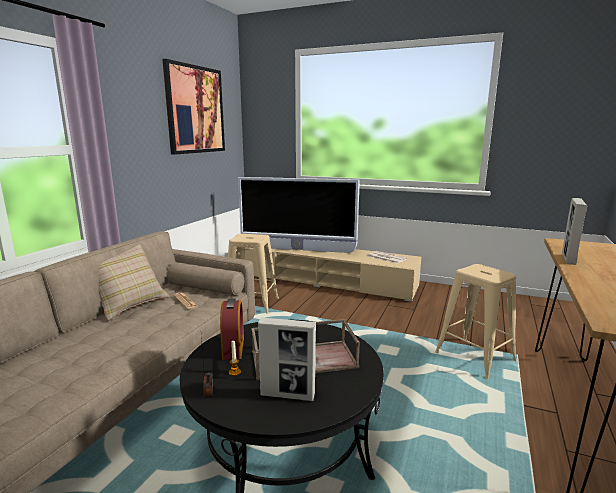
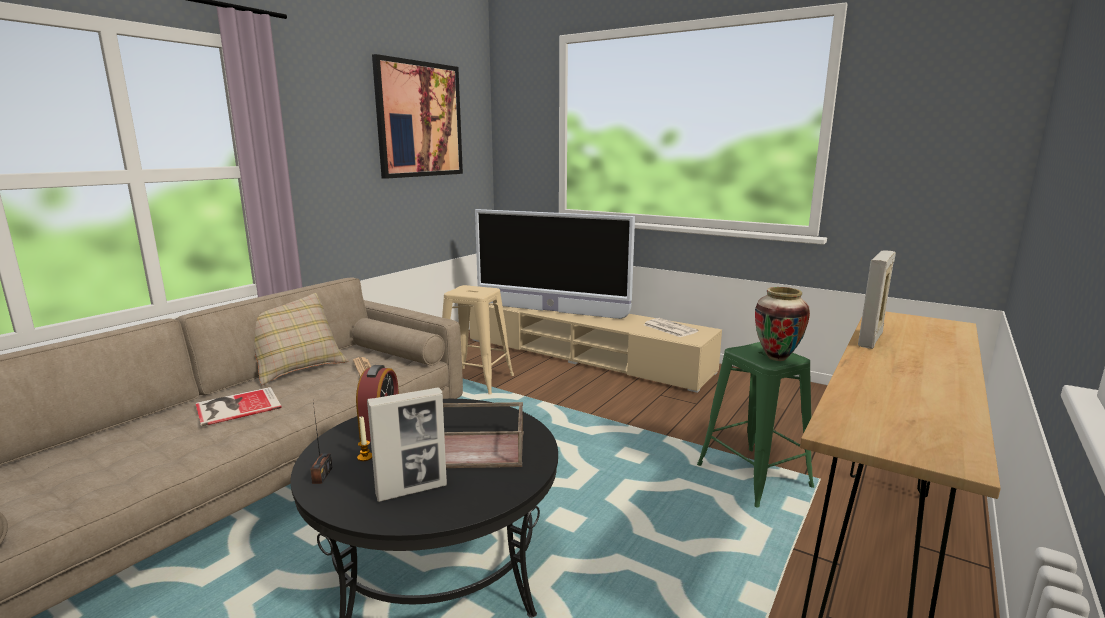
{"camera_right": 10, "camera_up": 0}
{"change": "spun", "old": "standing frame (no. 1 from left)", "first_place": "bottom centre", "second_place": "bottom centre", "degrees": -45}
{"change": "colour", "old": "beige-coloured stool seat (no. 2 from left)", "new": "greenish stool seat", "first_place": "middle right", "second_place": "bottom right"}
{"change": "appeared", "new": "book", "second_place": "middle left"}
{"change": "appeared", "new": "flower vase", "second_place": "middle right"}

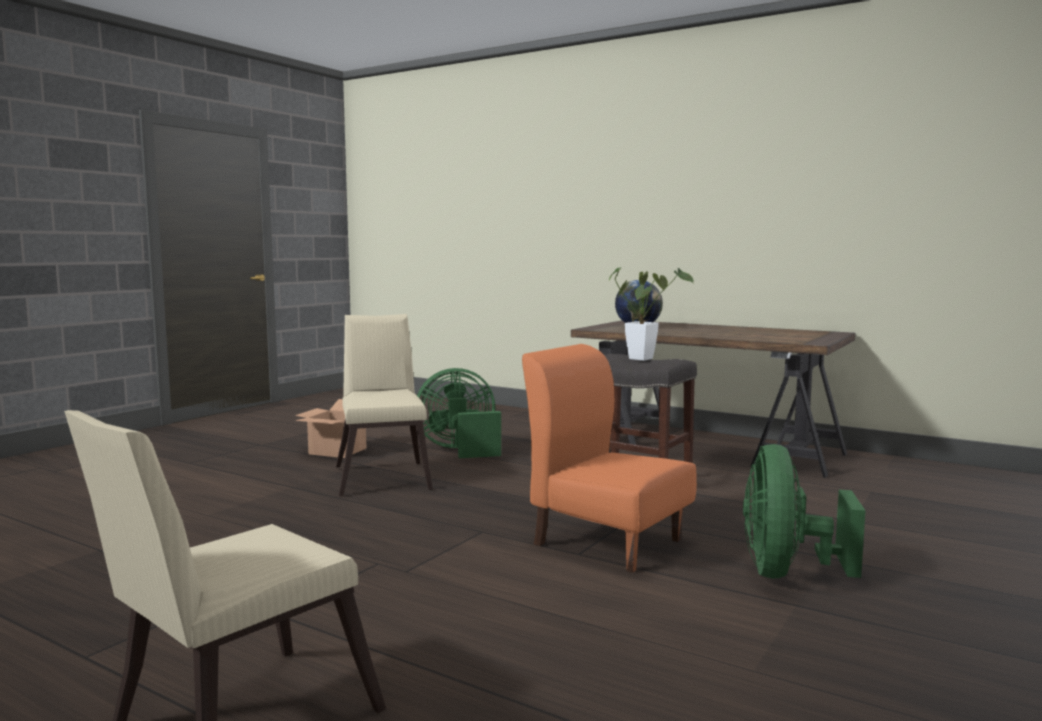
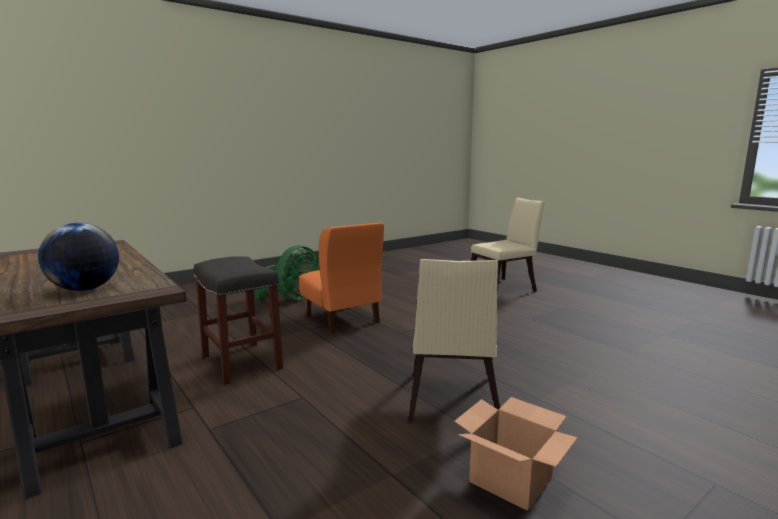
{"camera_right": -160, "camera_up": 5}
{"change": "missing", "old": "greenish fan (no. 1 from left)", "first_place": "centre"}
{"change": "missing", "old": "plant in a pot", "first_place": "centre"}

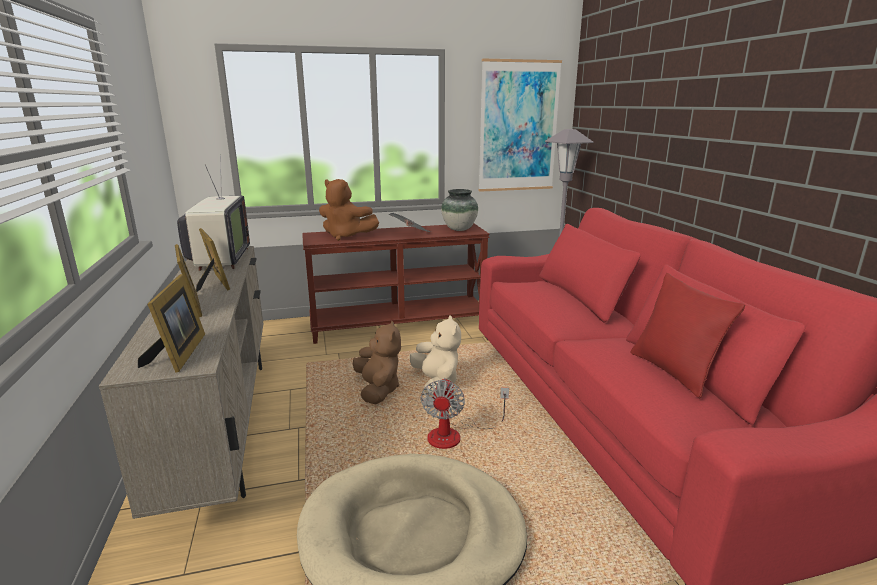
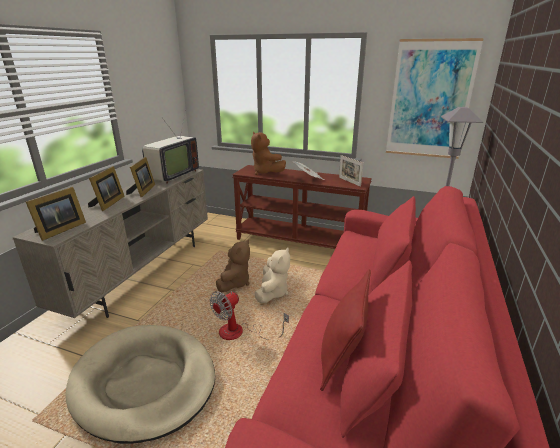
{"camera_right": 35, "camera_up": 5}
{"change": "exchanged", "old": "flower vase", "new": "standing frame (no. 4 from left)", "first_place": "centre", "second_place": "centre"}

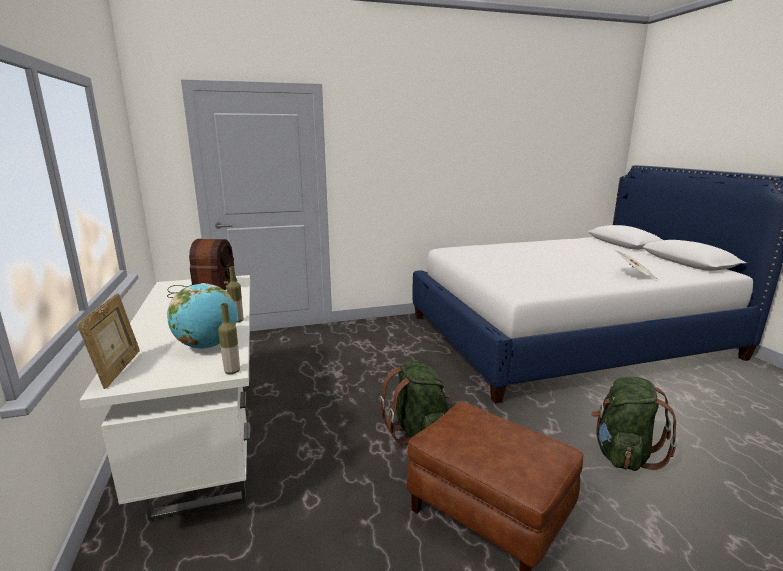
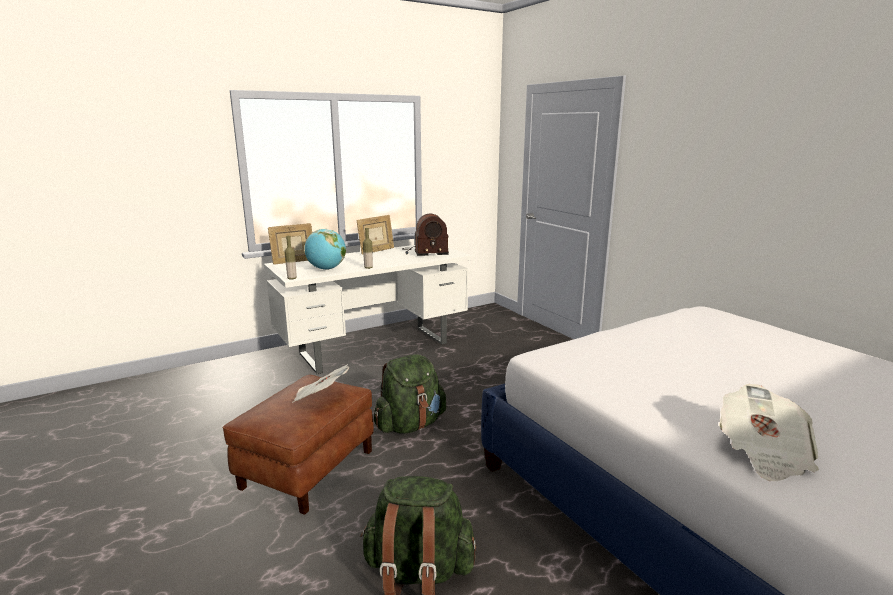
{"camera_right": 75, "camera_up": 0}
{"change": "appeared", "new": "printed paper (no. 1 from left)", "second_place": "centre"}
{"change": "appeared", "new": "standing frame (no. 2 from left)", "second_place": "centre"}

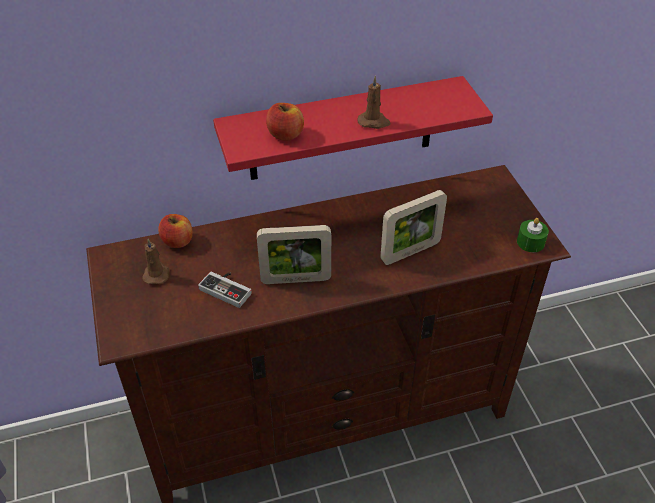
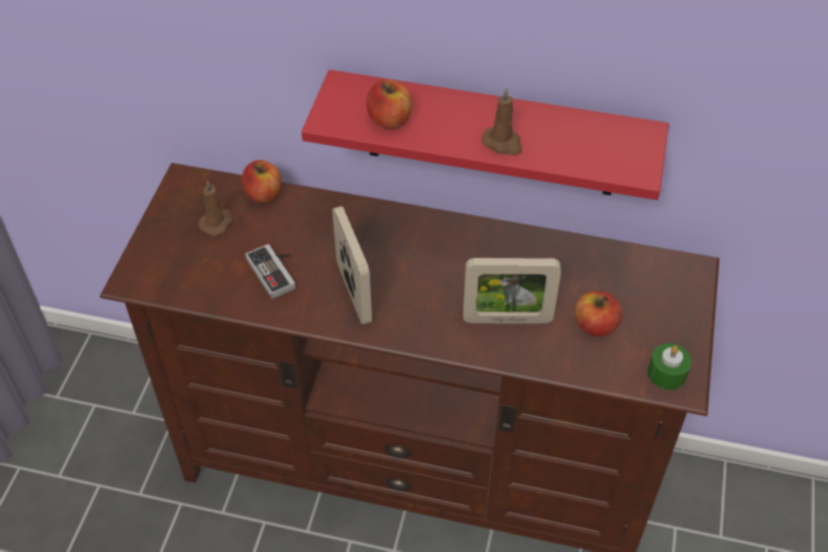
{"camera_right": 30, "camera_up": 5}
{"change": "spun", "old": "standing frame (no. 1 from left)", "first_place": "centre", "second_place": "centre", "degrees": -135}
{"change": "appeared", "new": "whole apple (no. 3 from left)", "second_place": "middle right"}

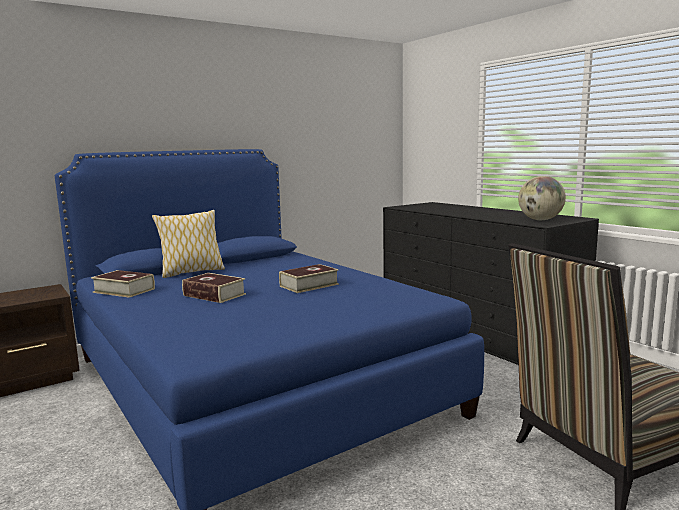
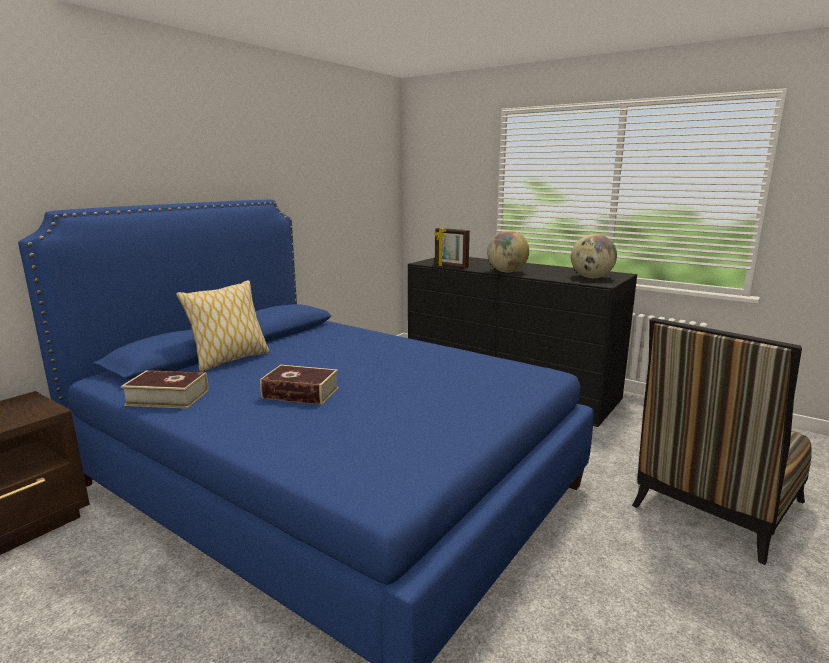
{"camera_right": -20, "camera_up": 5}
{"change": "missing", "old": "book (no. 3 from left)", "first_place": "centre"}
{"change": "appeared", "new": "standing frame", "second_place": "centre"}
{"change": "appeared", "new": "world globe (no. 1 from left)", "second_place": "centre"}

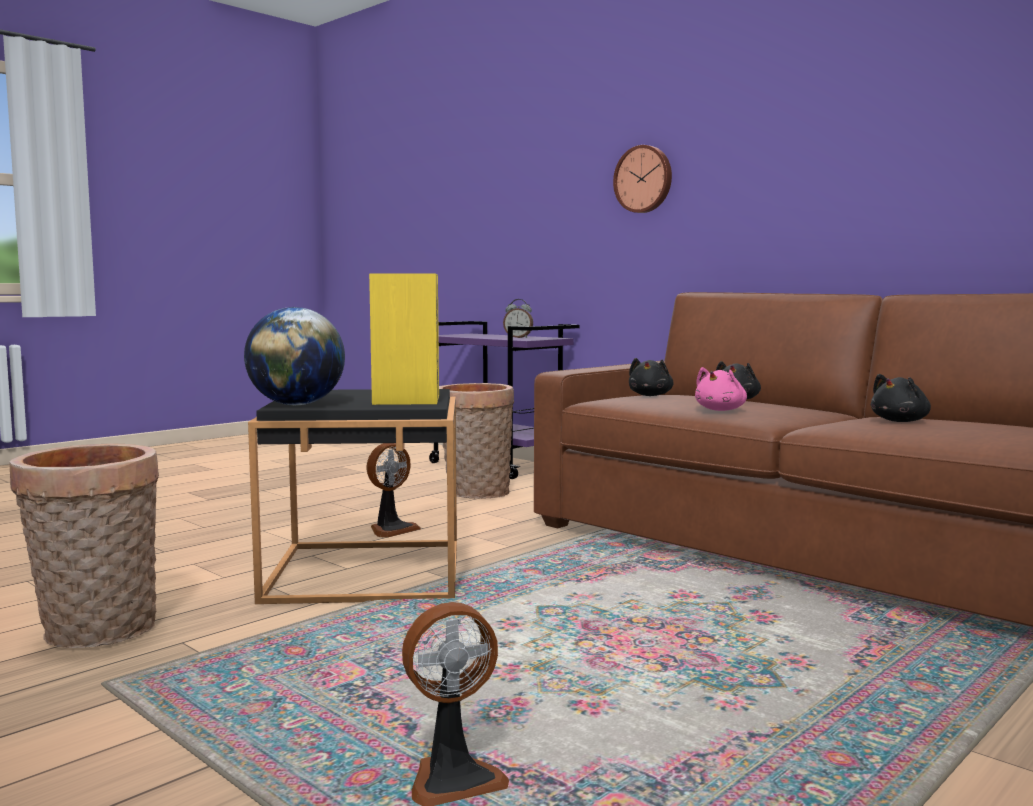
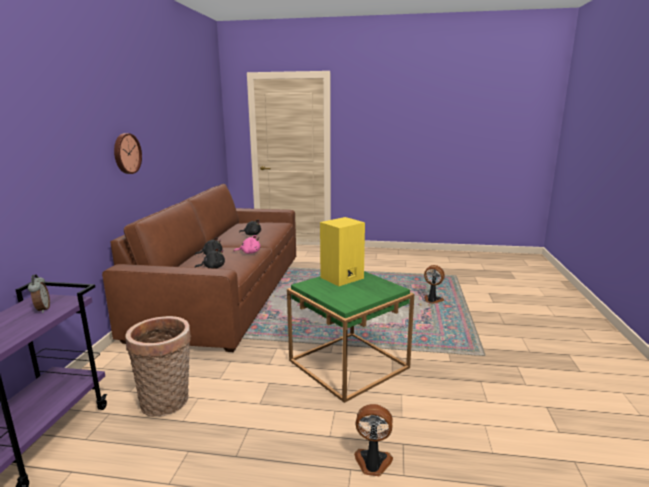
{"camera_right": -125, "camera_up": 10}
{"change": "missing", "old": "storage basket (no. 1 from left)", "first_place": "bottom left"}
{"change": "missing", "old": "world globe", "first_place": "middle left"}
{"change": "colour", "old": "black side table", "new": "greenish side table", "first_place": "centre", "second_place": "bottom centre"}
{"change": "relocated", "old": "fan (no. 1 from left)", "first_place": "centre", "second_place": "bottom centre"}
{"change": "relocated", "old": "hanging clock", "first_place": "top centre", "second_place": "top left"}

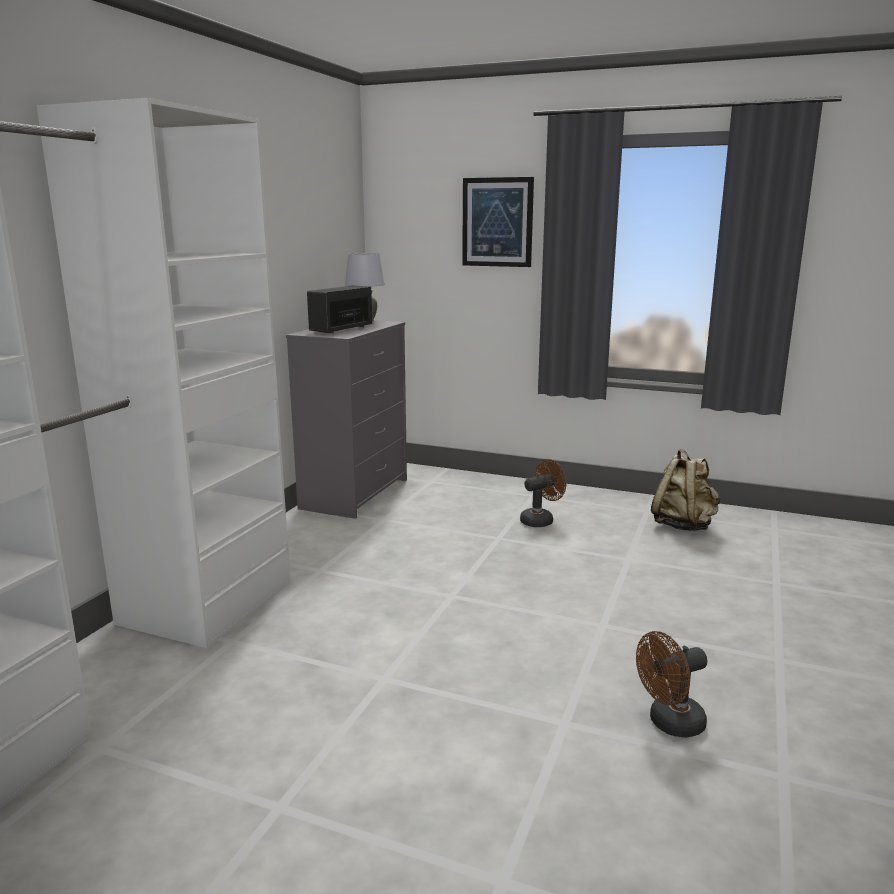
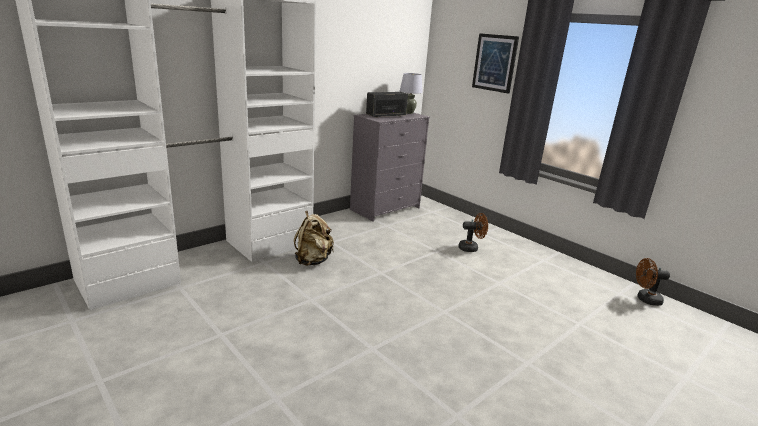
{"camera_right": 25, "camera_up": 5}
{"change": "relocated", "old": "brownish fan (no. 2 from left)", "first_place": "bottom right", "second_place": "middle right"}
{"change": "relocated", "old": "beige-coloured backpack", "first_place": "middle right", "second_place": "centre"}

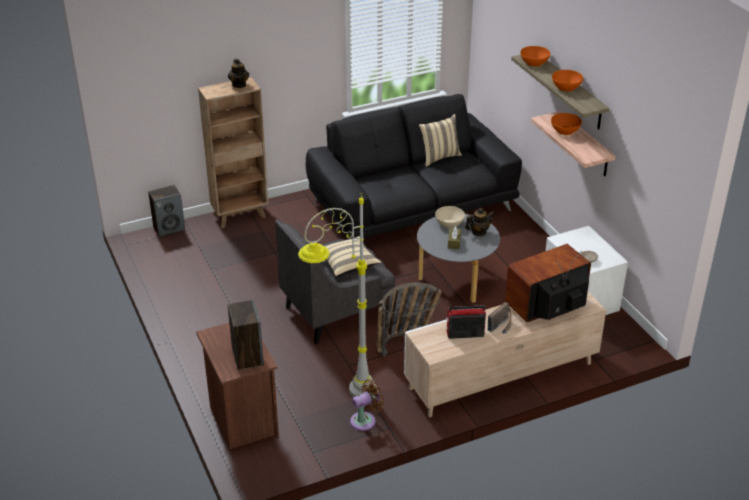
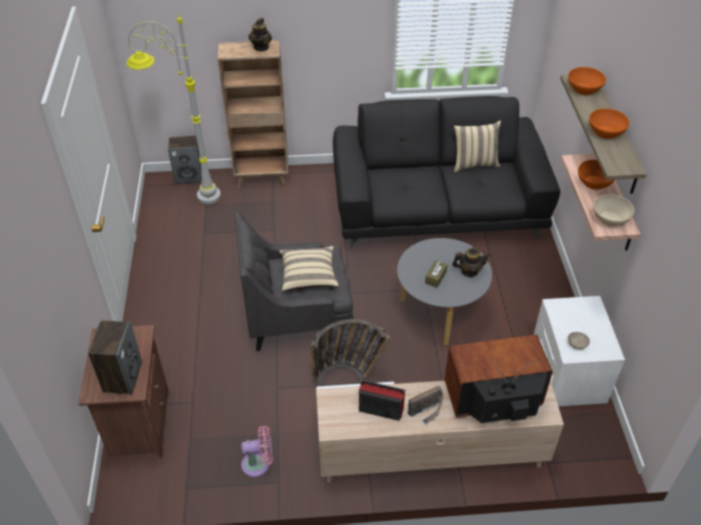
{"camera_right": 20, "camera_up": 10}
{"change": "relocated", "old": "gray standing lamp", "first_place": "centre", "second_place": "top left"}
{"change": "colour", "old": "brownish fan", "new": "pink-coloured fan", "first_place": "bottom centre", "second_place": "bottom centre"}
{"change": "relocated", "old": "beige-coloured deep dish (no. 1 from left in the first image)", "new": "beige-coloured deep dish (no. 2 from left)", "first_place": "centre", "second_place": "middle right"}

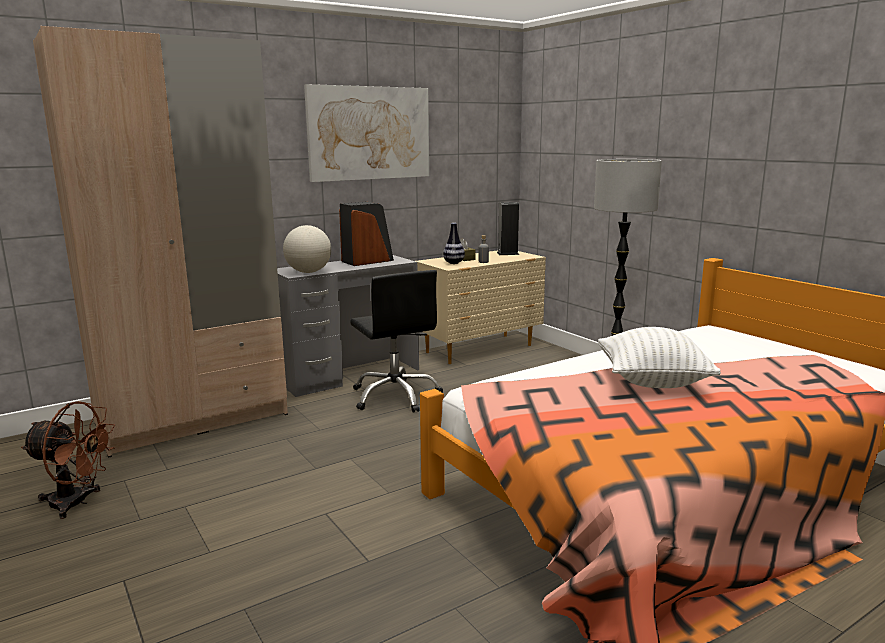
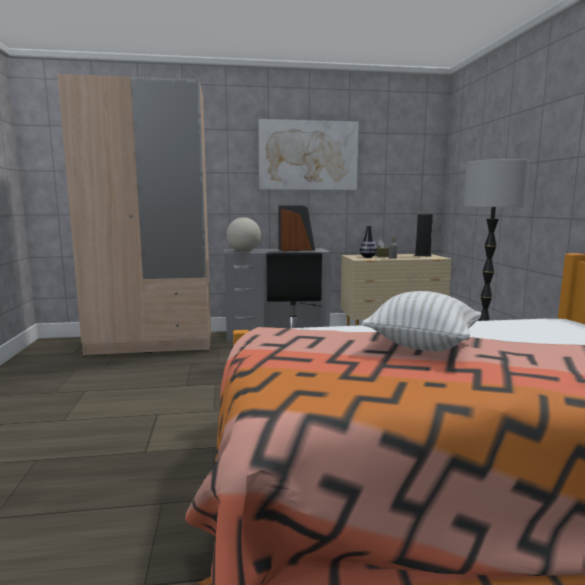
{"camera_right": 25, "camera_up": -5}
{"change": "missing", "old": "brownish fan", "first_place": "bottom left"}

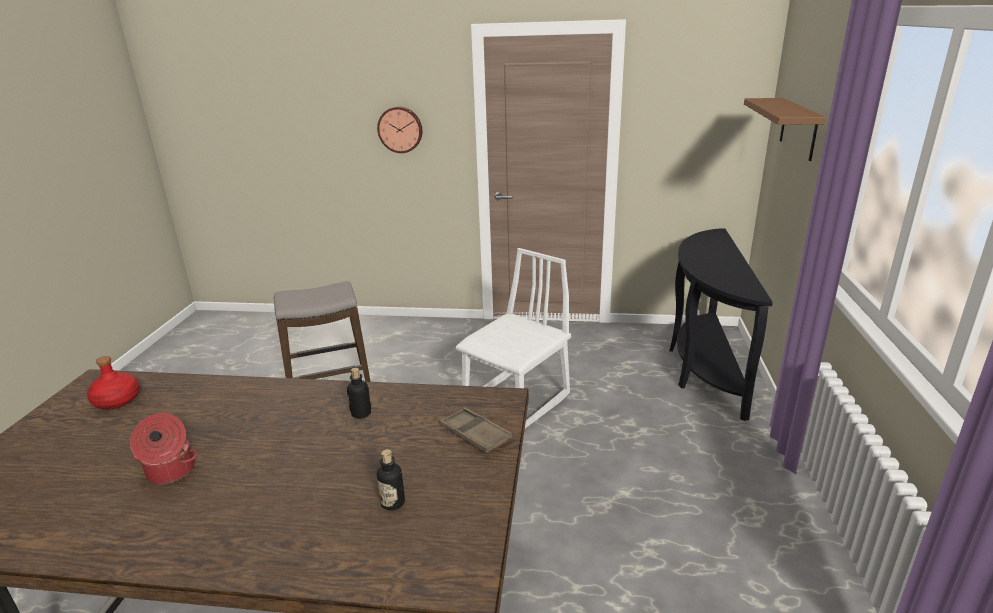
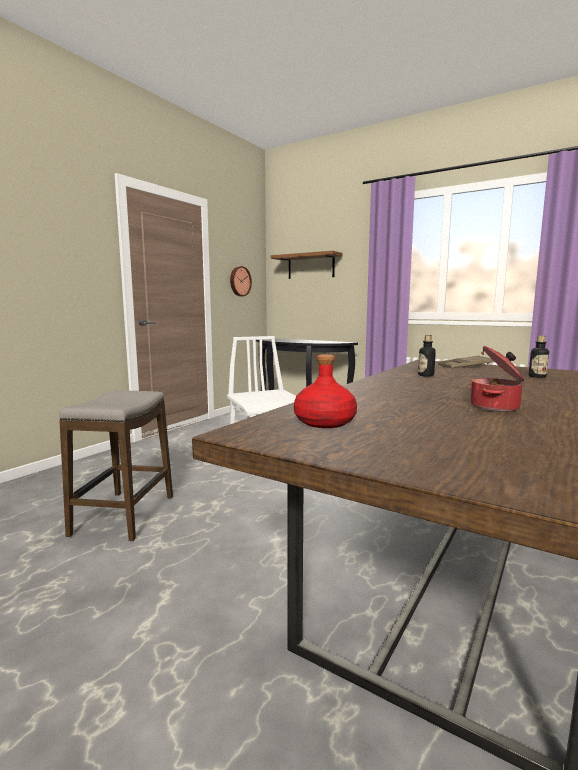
{"camera_right": -65, "camera_up": -15}
{"change": "relocated", "old": "hanging clock", "first_place": "top centre", "second_place": "centre"}

